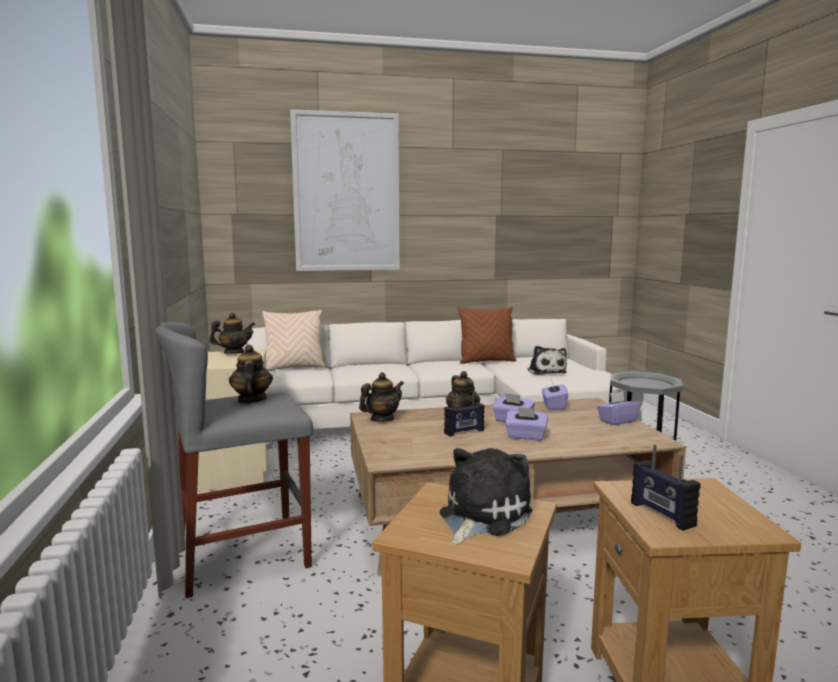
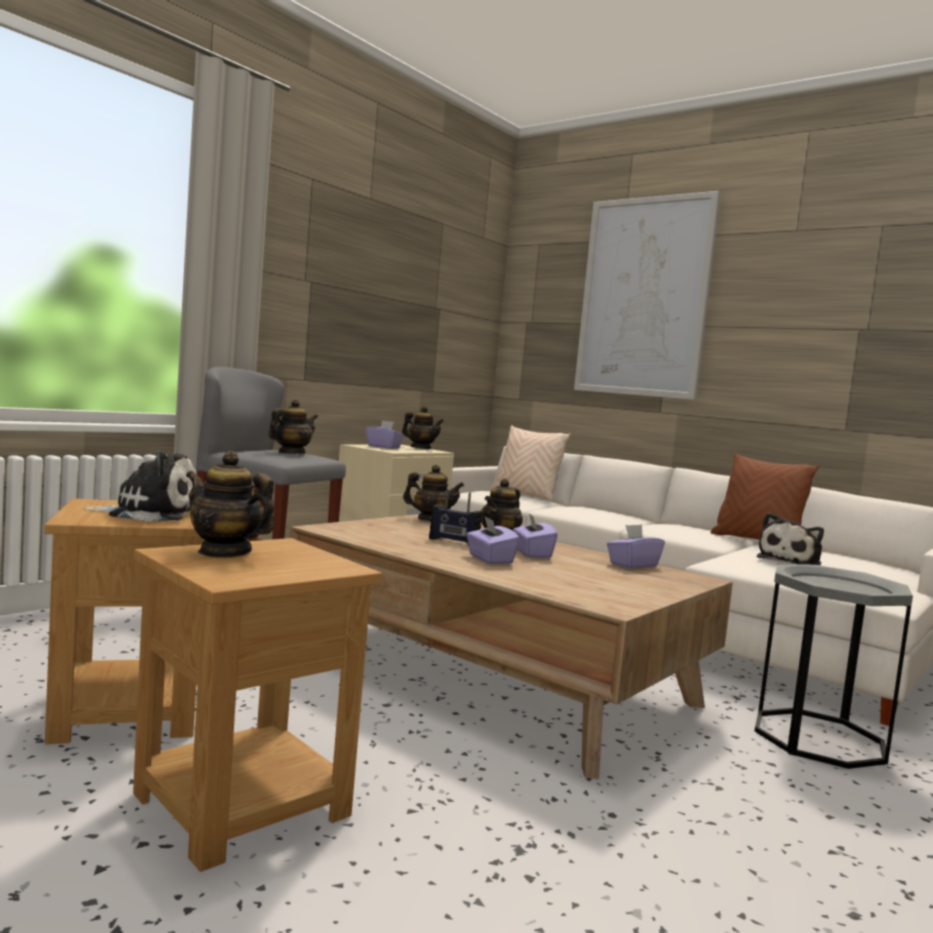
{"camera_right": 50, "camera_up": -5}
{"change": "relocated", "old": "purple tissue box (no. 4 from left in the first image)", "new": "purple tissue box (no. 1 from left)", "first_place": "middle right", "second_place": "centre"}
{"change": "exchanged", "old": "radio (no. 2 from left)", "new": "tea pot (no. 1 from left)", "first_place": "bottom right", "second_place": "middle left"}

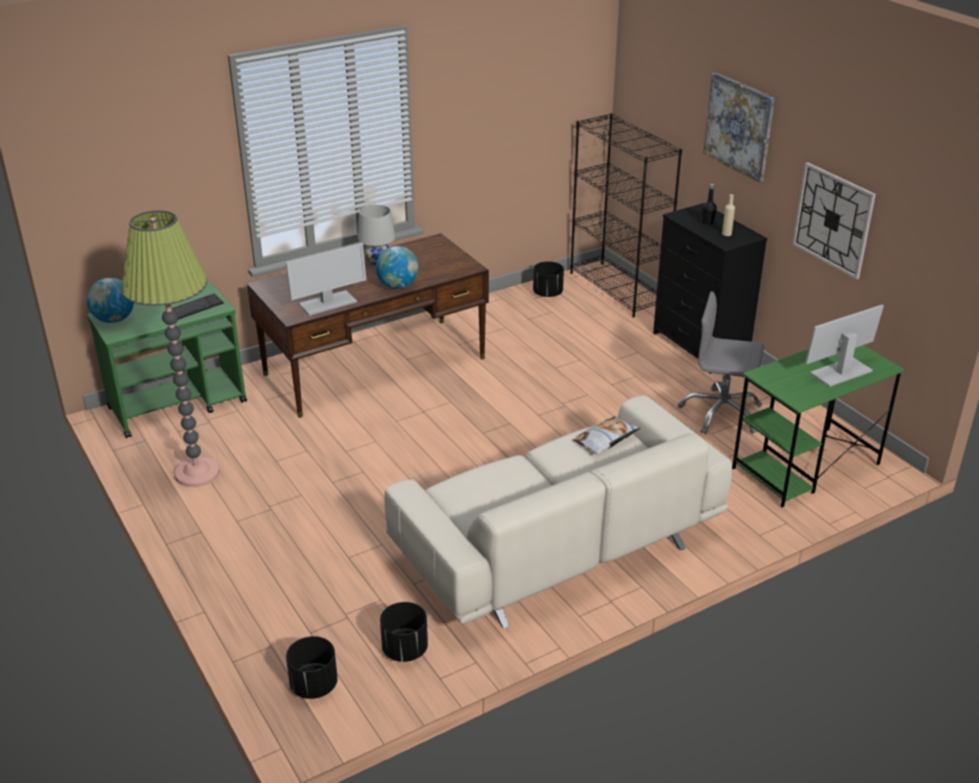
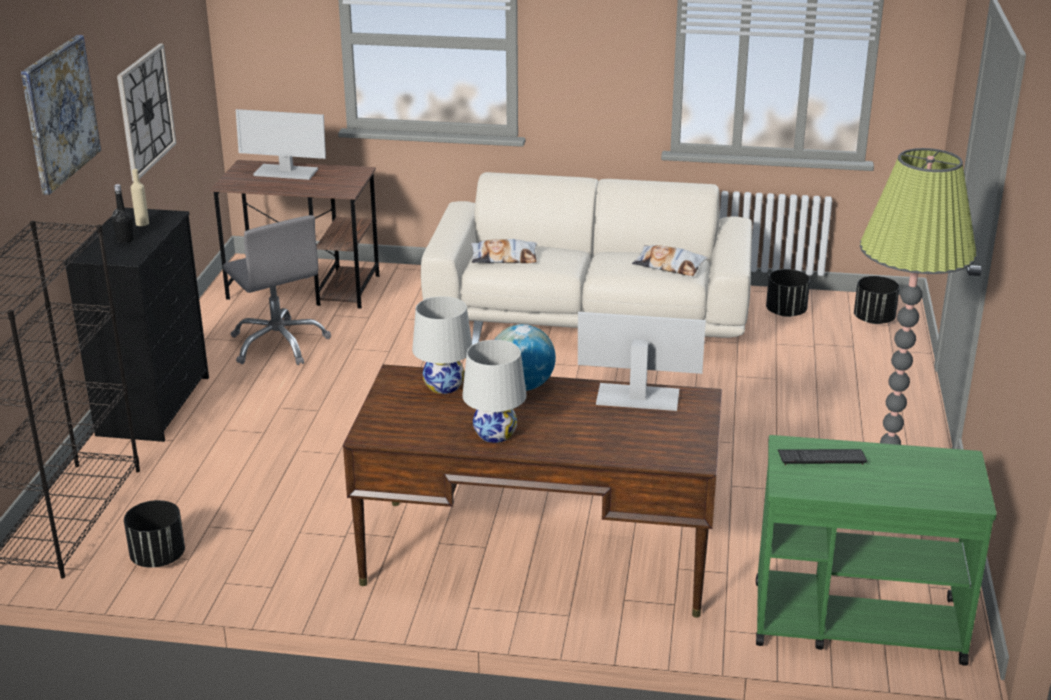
{"camera_right": -140, "camera_up": -5}
{"change": "missing", "old": "world globe (no. 1 from left)", "first_place": "middle left"}
{"change": "colour", "old": "greenish desk unit", "new": "brownish desk unit (no. 1 from left)", "first_place": "middle right", "second_place": "middle left"}
{"change": "appeared", "new": "white-coloured lamp for a table (no. 1 from left)", "second_place": "centre"}
{"change": "appeared", "new": "pillow (no. 2 from left)", "second_place": "centre"}

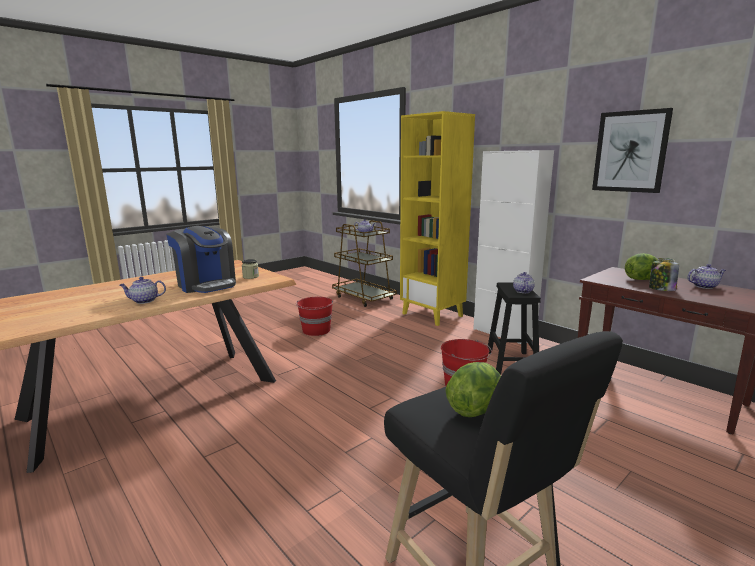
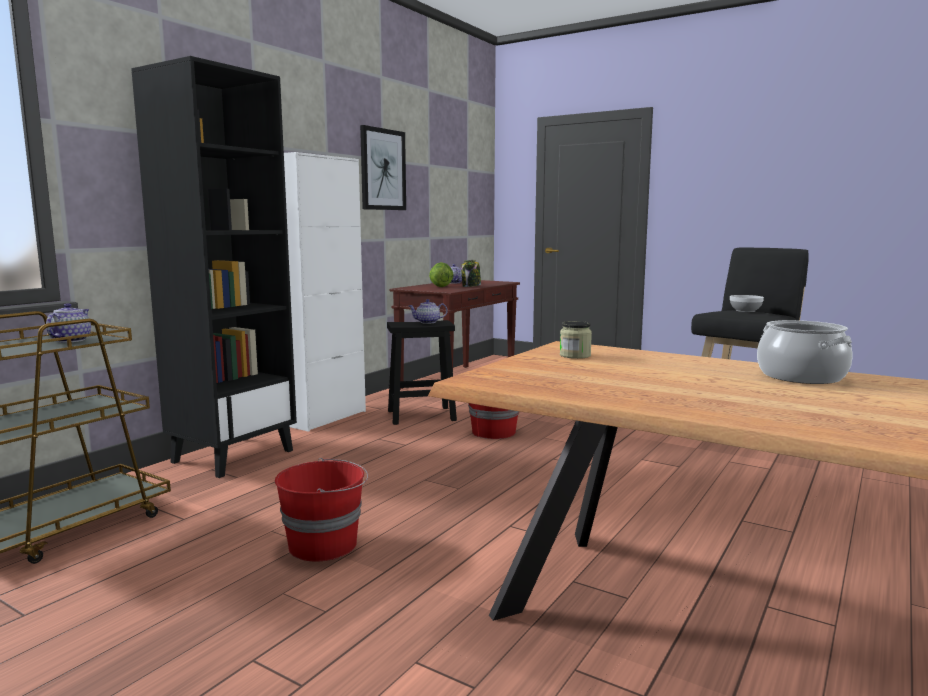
{"camera_right": -105, "camera_up": -5}
{"change": "exchanged", "old": "tea pot (no. 1 from left)", "new": "stockpot", "first_place": "middle left", "second_place": "middle right"}
{"change": "missing", "old": "coffee maker", "first_place": "middle left"}
{"change": "colour", "old": "yellowish bookshelf", "new": "black bookshelf", "first_place": "centre", "second_place": "middle left"}
{"change": "exchanged", "old": "lettuce (no. 1 from left)", "new": "deep dish", "first_place": "bottom centre", "second_place": "middle right"}

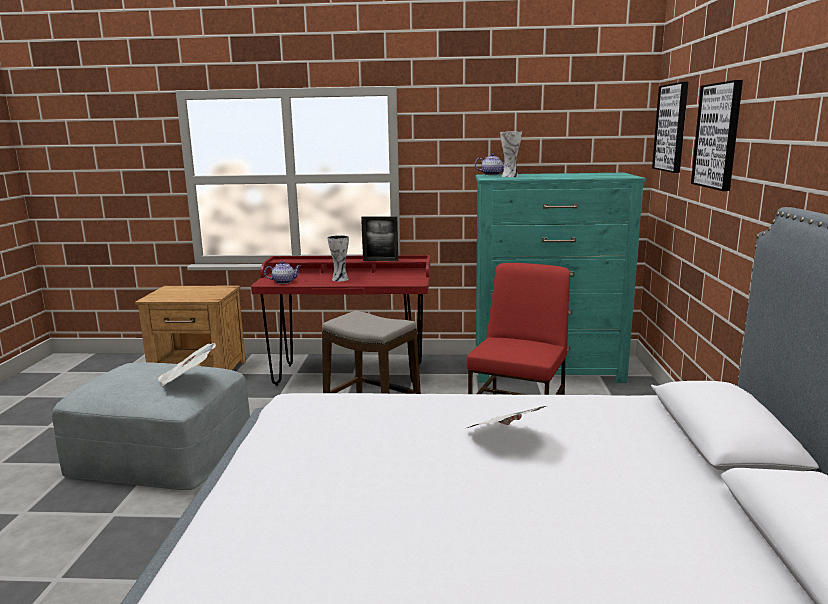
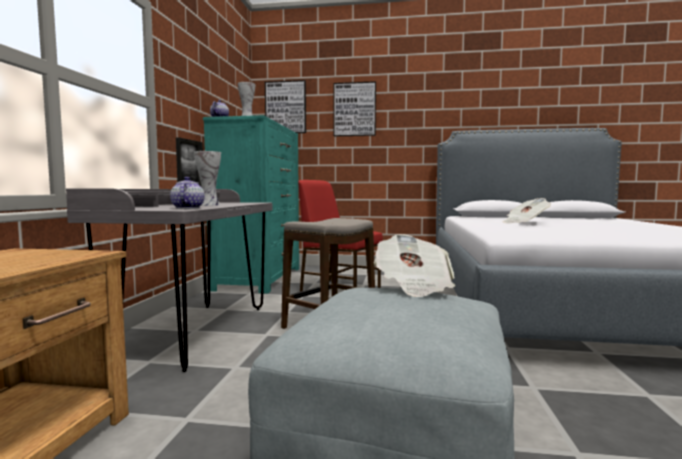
{"camera_right": -85, "camera_up": -10}
{"change": "colour", "old": "red-coloured desk unit", "new": "gray desk unit", "first_place": "centre", "second_place": "middle left"}

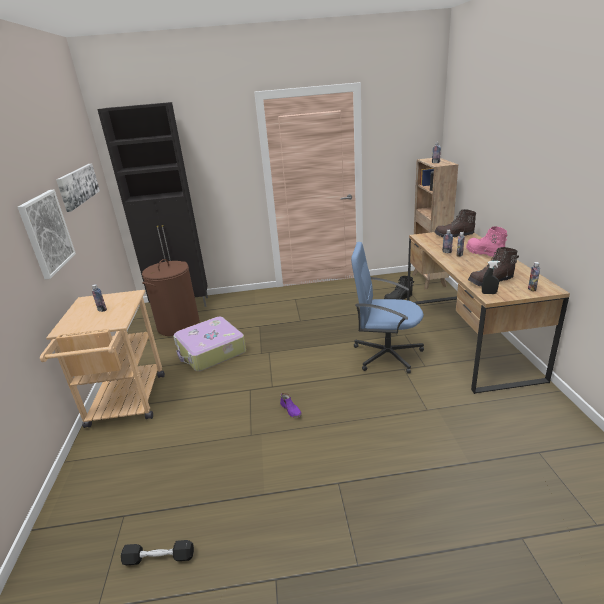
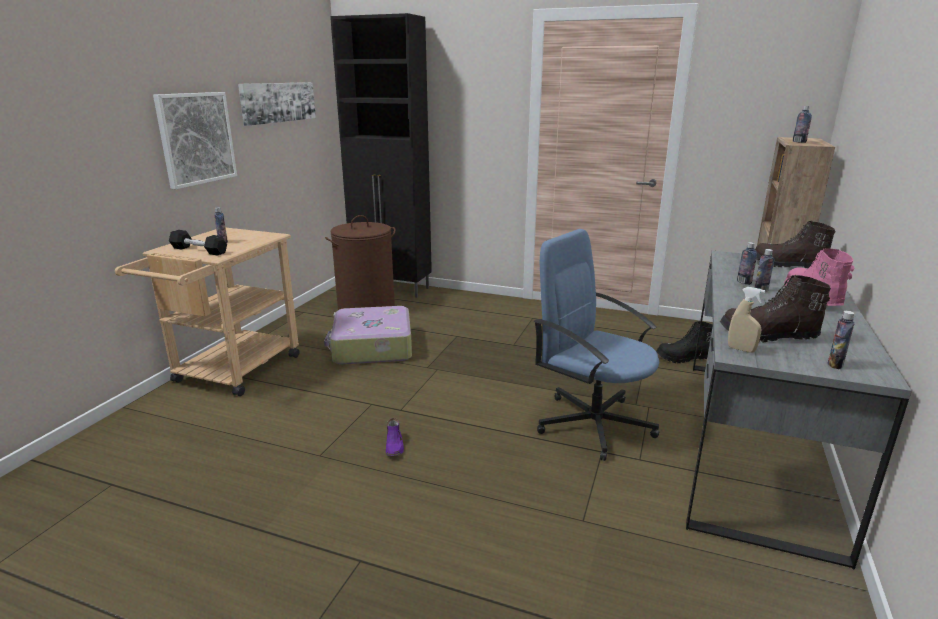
{"camera_right": 25, "camera_up": -5}
{"change": "relocated", "old": "black dumbbell", "first_place": "bottom left", "second_place": "middle left"}
{"change": "colour", "old": "brownish desk unit", "new": "gray desk unit", "first_place": "middle right", "second_place": "middle right"}
{"change": "colour", "old": "black spray bottle", "new": "beige-coloured spray bottle", "first_place": "middle right", "second_place": "middle right"}

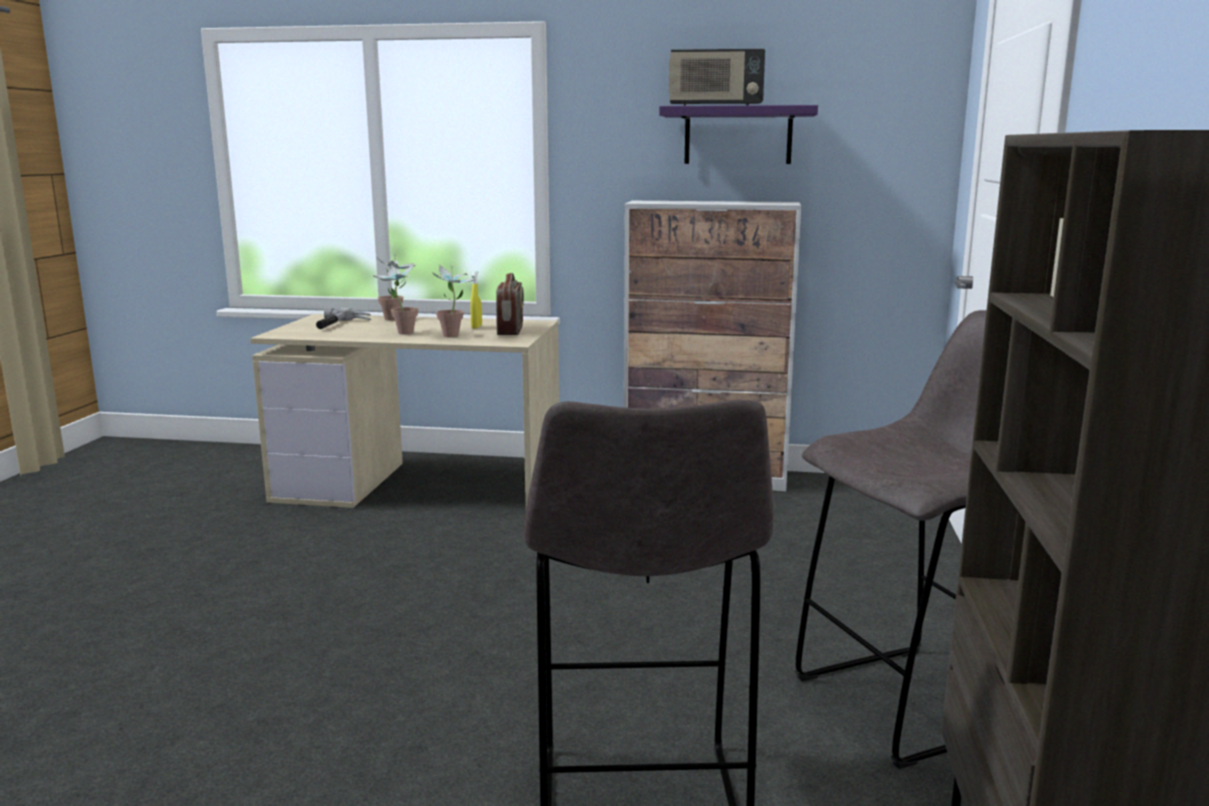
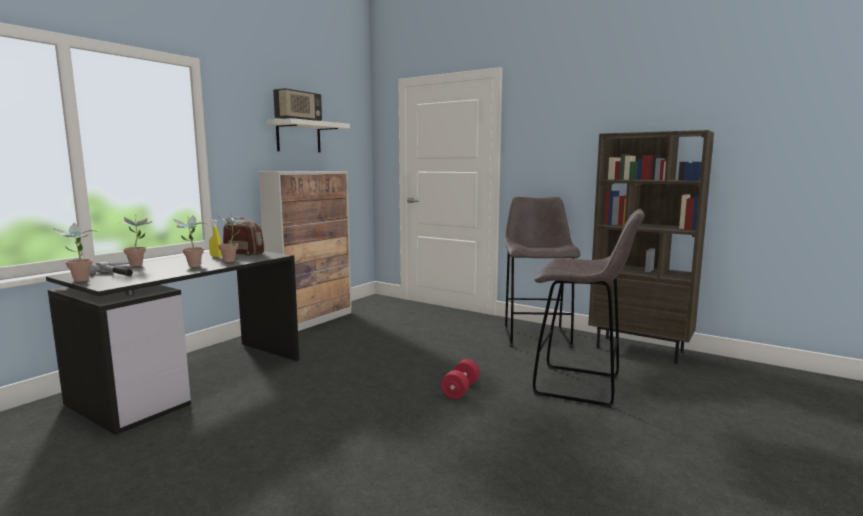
{"camera_right": -65, "camera_up": -5}
{"change": "colour", "old": "beige-coloured desk unit", "new": "black desk unit", "first_place": "centre", "second_place": "middle left"}
{"change": "colour", "old": "purple shelf", "new": "white-coloured shelf", "first_place": "top centre", "second_place": "top centre"}
{"change": "appeared", "new": "plant in a pot (no. 1 from left)", "second_place": "middle left"}
{"change": "appeared", "new": "red-coloured dumbbell", "second_place": "bottom centre"}

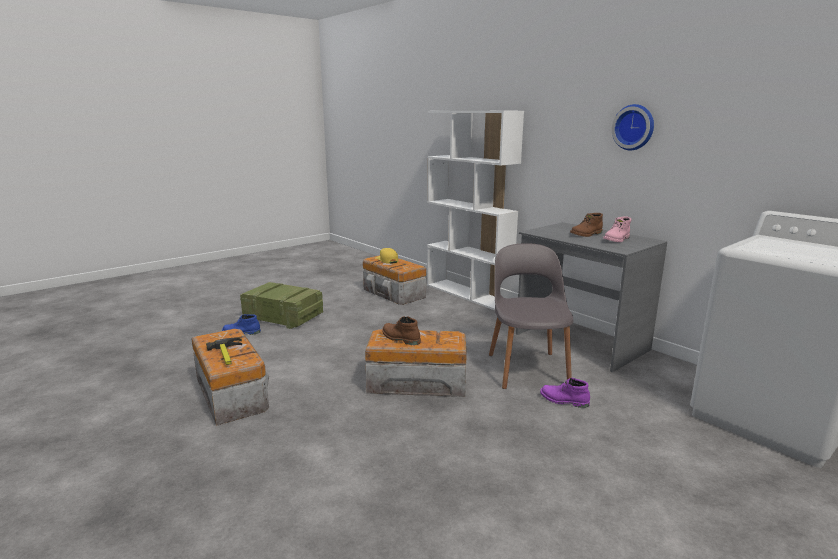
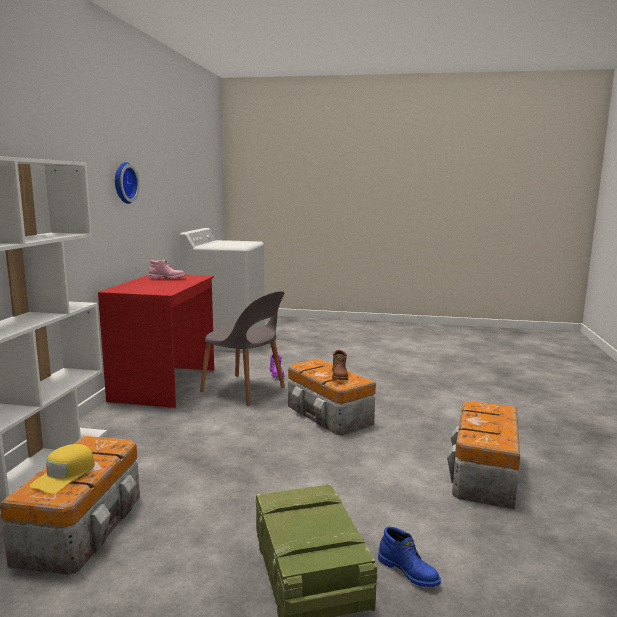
{"camera_right": -130, "camera_up": -5}
{"change": "missing", "old": "hand hammer", "first_place": "middle left"}
{"change": "spun", "old": "gray plain chair", "first_place": "centre", "second_place": "centre", "degrees": -105}
{"change": "colour", "old": "gray desk unit", "new": "red-coloured desk unit", "first_place": "middle right", "second_place": "middle left"}
{"change": "missing", "old": "brownish tall boot (no. 2 from left)", "first_place": "middle right"}

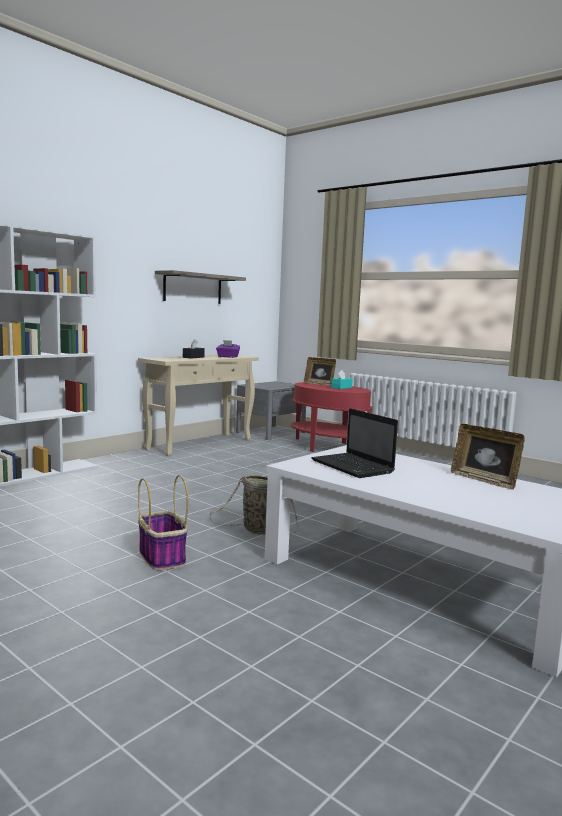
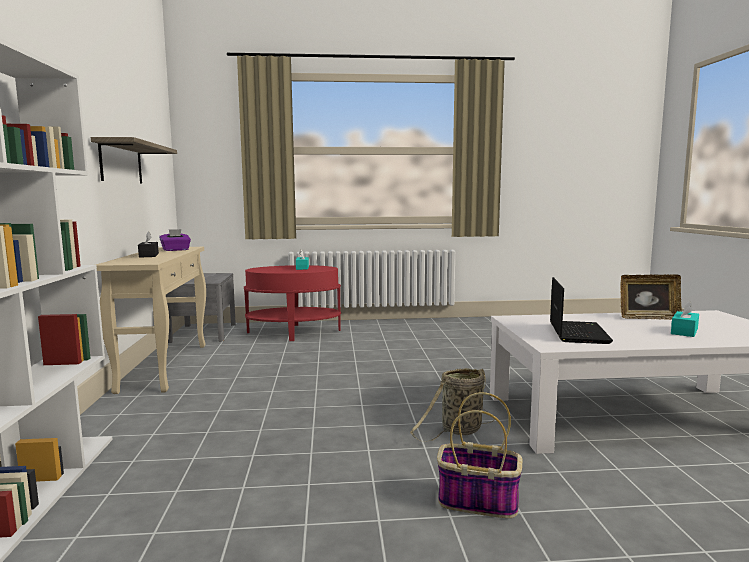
{"camera_right": -45, "camera_up": 0}
{"change": "missing", "old": "standing frame (no. 1 from left)", "first_place": "centre"}
{"change": "spun", "old": "portable computer", "first_place": "centre", "second_place": "middle right", "degrees": -90}
{"change": "appeared", "new": "blue-green tissue box (no. 2 from left)", "second_place": "middle right"}

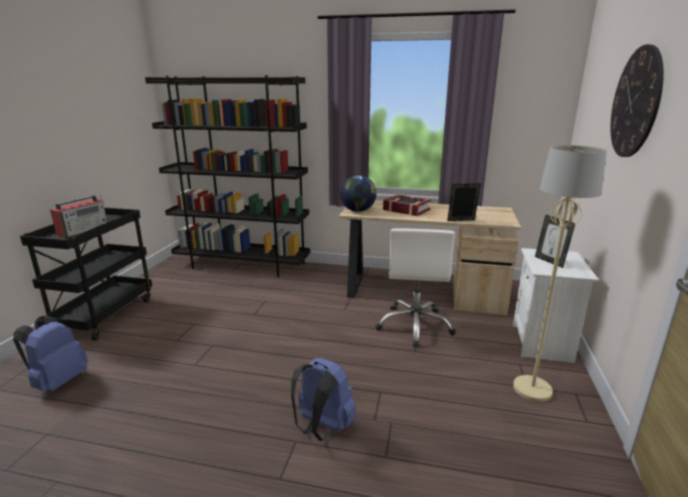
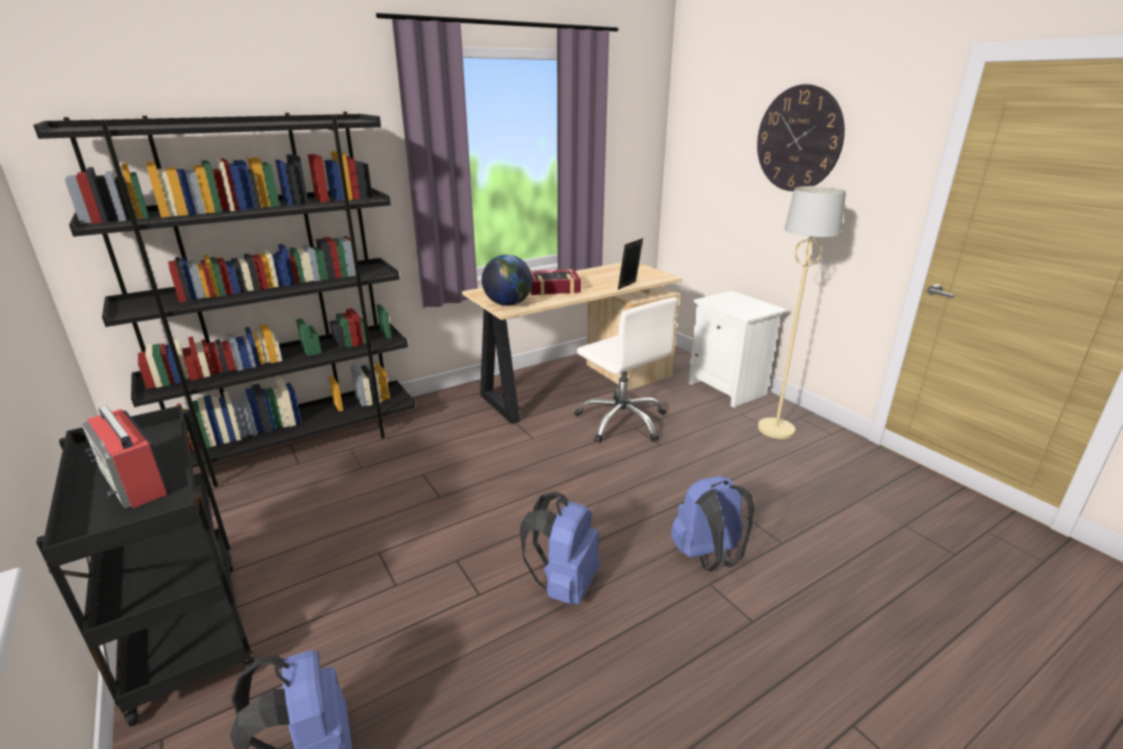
{"camera_right": -45, "camera_up": 5}
{"change": "spun", "old": "radio", "first_place": "middle left", "second_place": "middle left", "degrees": 150}
{"change": "missing", "old": "standing frame (no. 2 from left)", "first_place": "middle right"}
{"change": "appeared", "new": "blue backpack (no. 2 from left)", "second_place": "bottom centre"}

